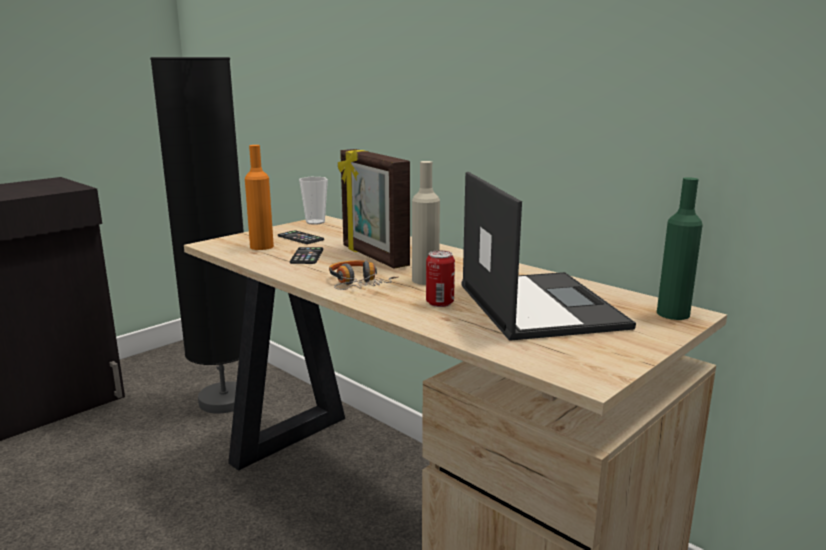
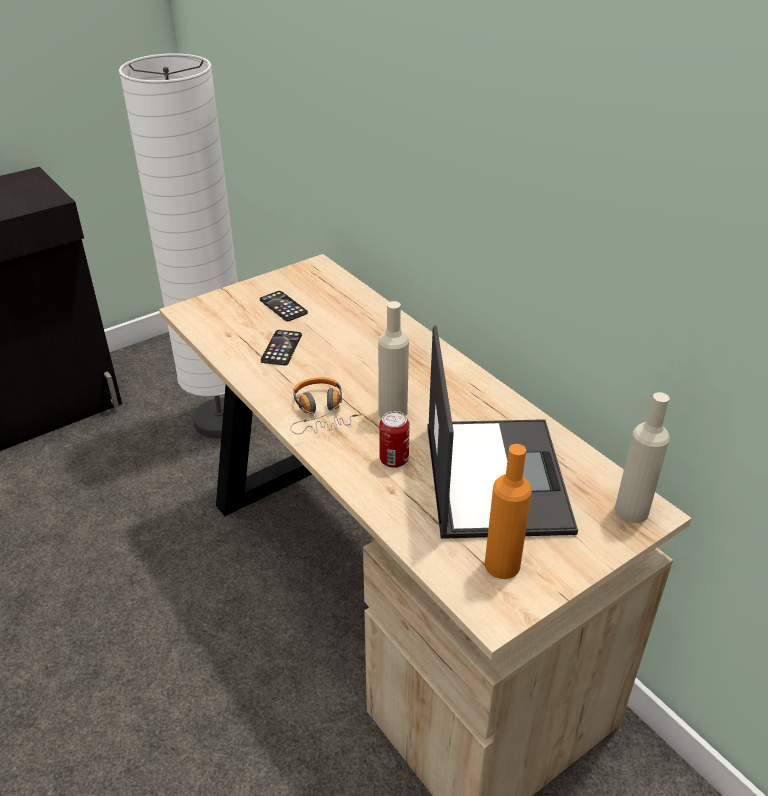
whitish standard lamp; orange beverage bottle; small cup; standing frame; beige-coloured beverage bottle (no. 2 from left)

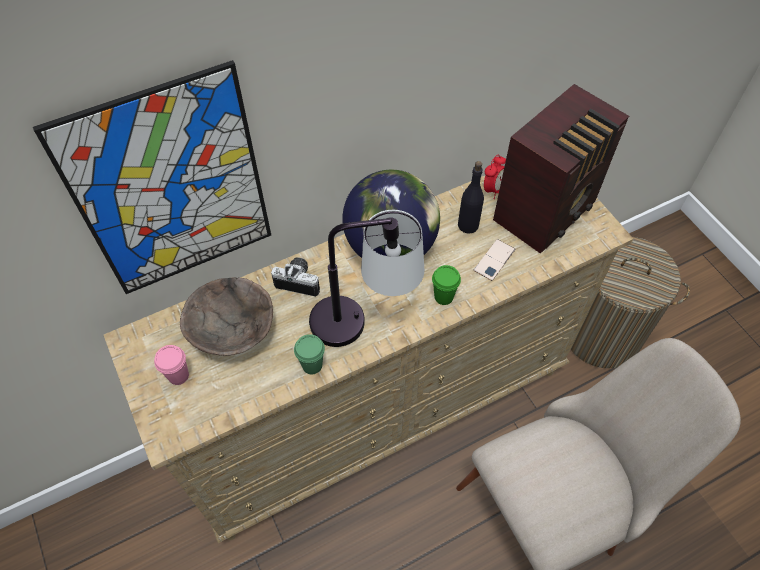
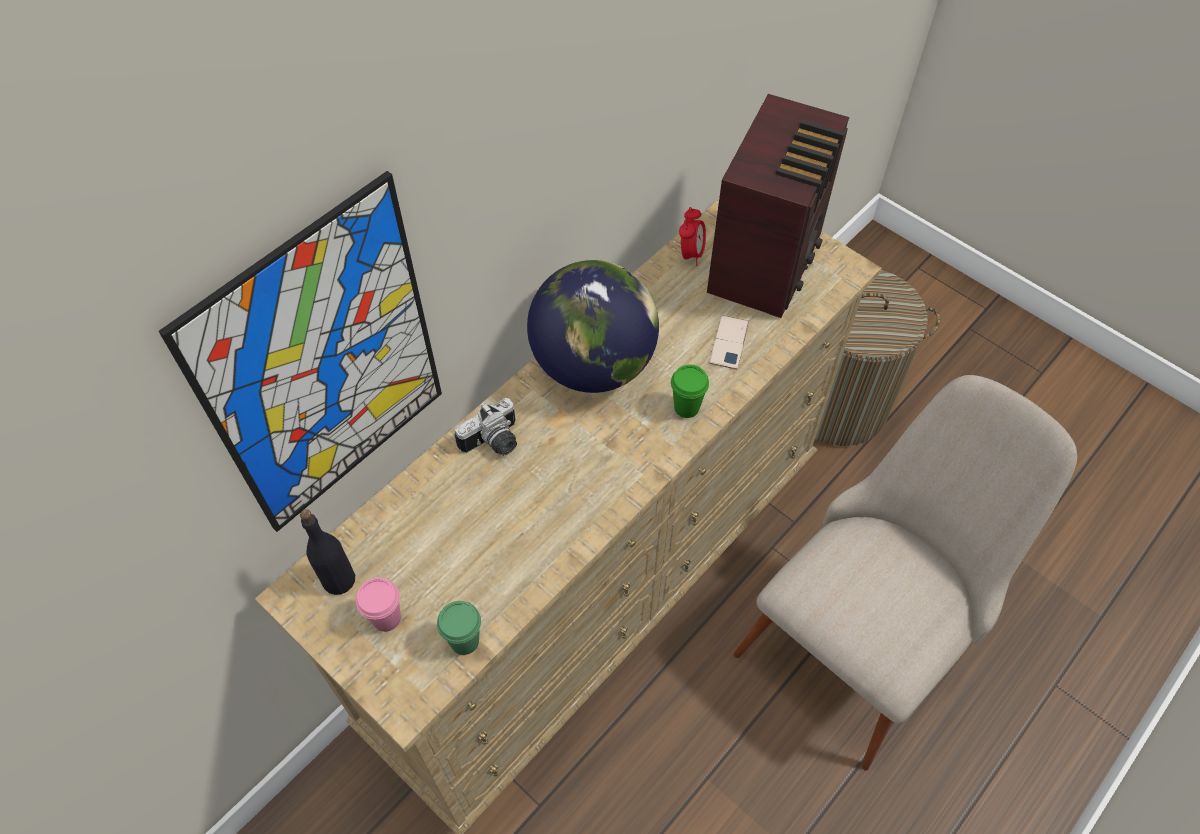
brownish serving bowl; still camera; greenish small cup (no. 1 from left); tabletop lamp; black beverage bottle

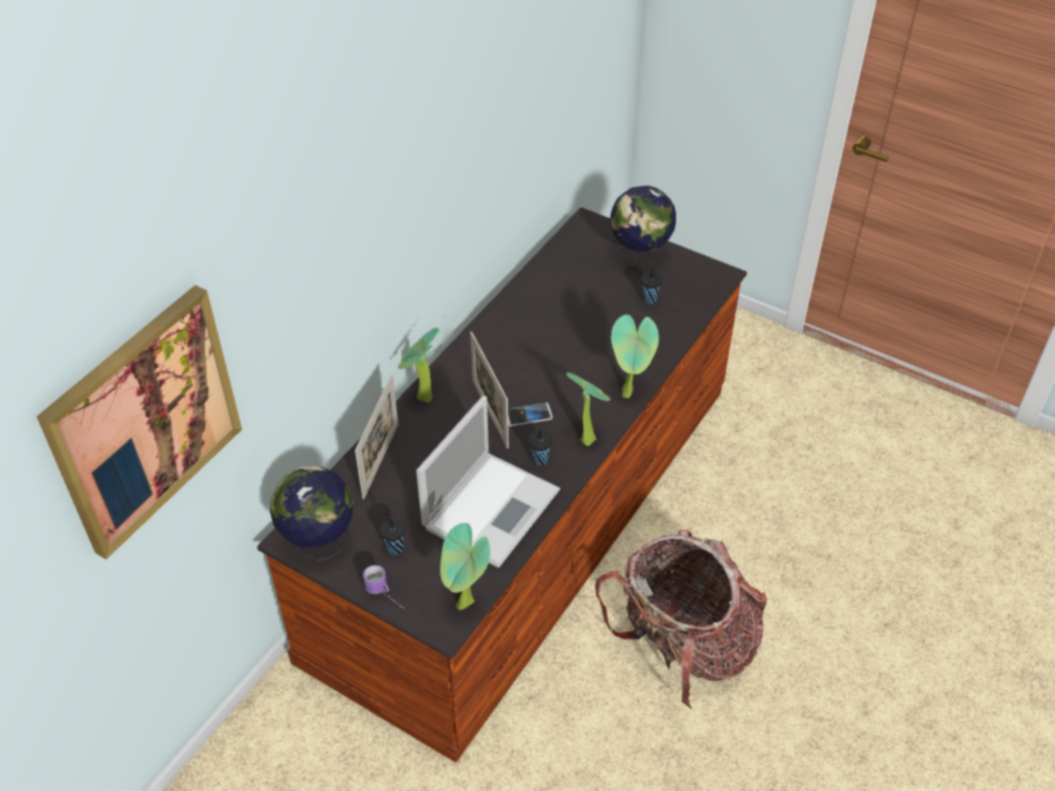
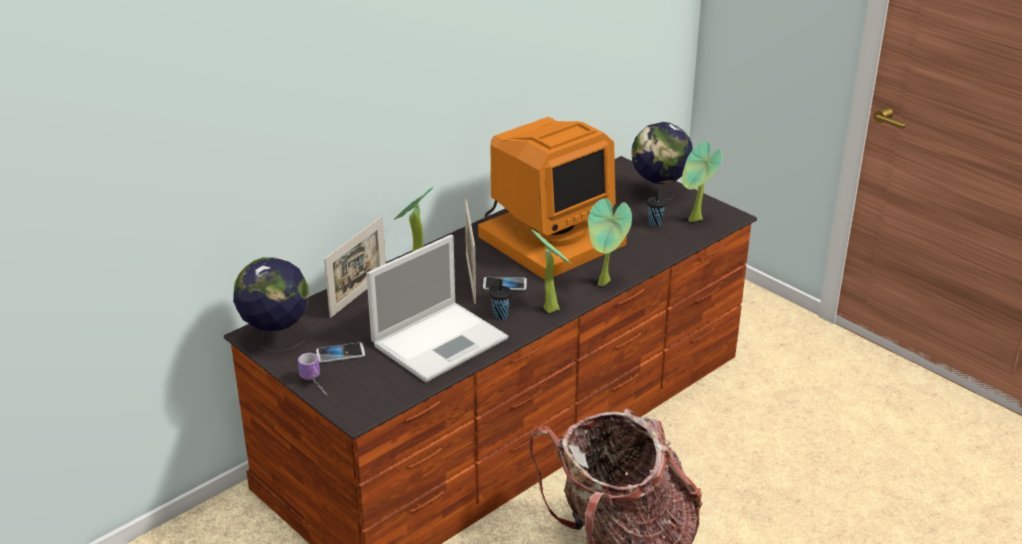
wall picture; telephone (no. 1 from left); plant in a pot (no. 4 from left); monitor

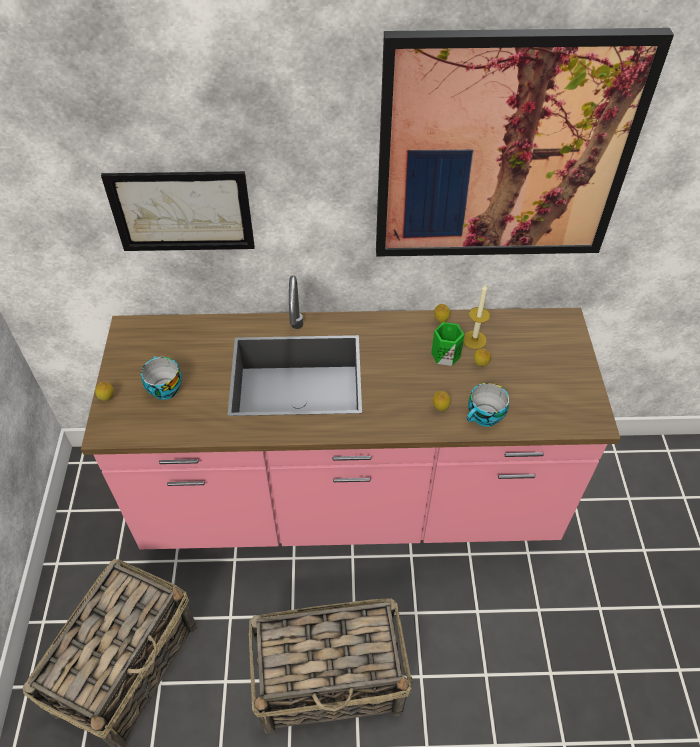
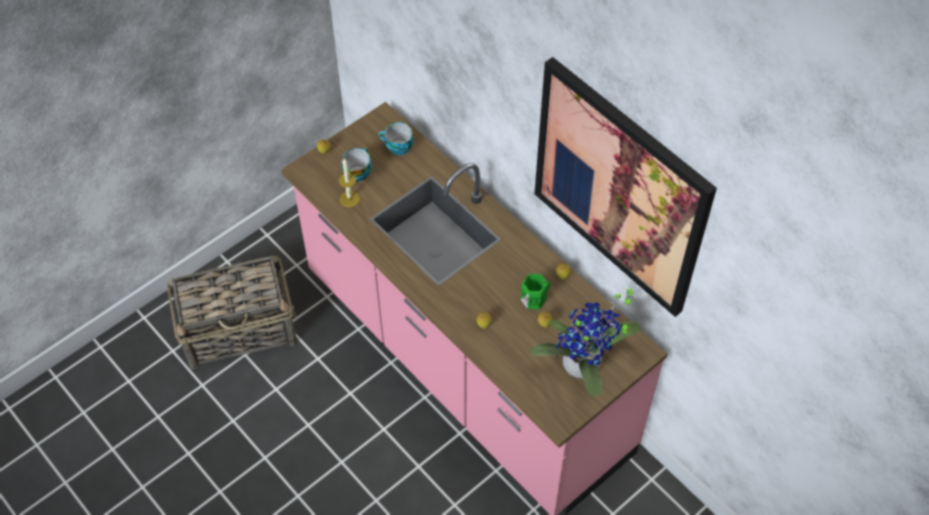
wall picture (no. 1 from left in the first image); storage basket (no. 2 from left in the first image); candle; small cup (no. 2 from left); plant in a pot

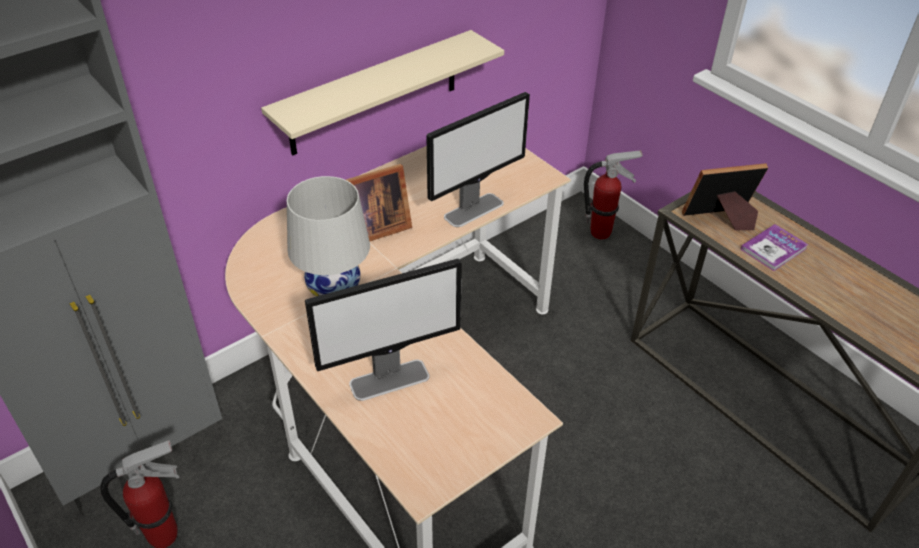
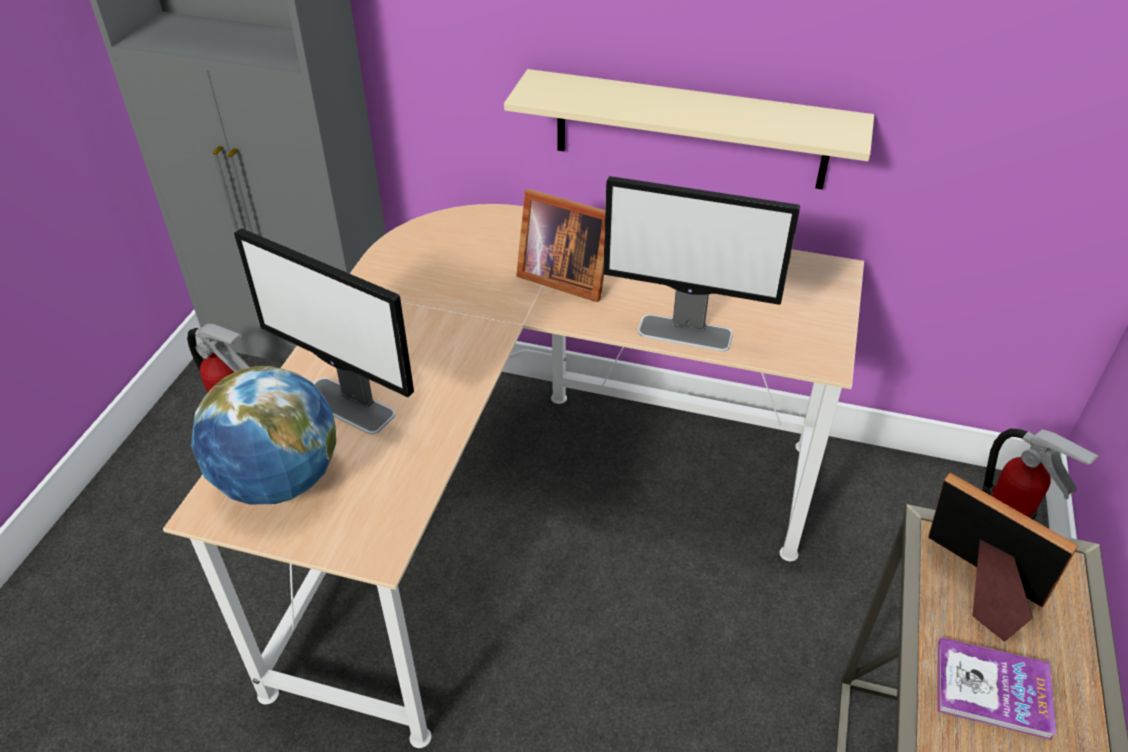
whitish tabletop lamp; world globe

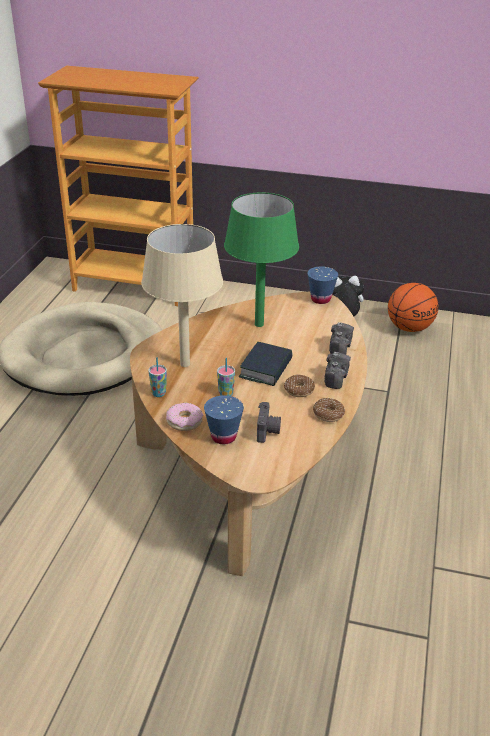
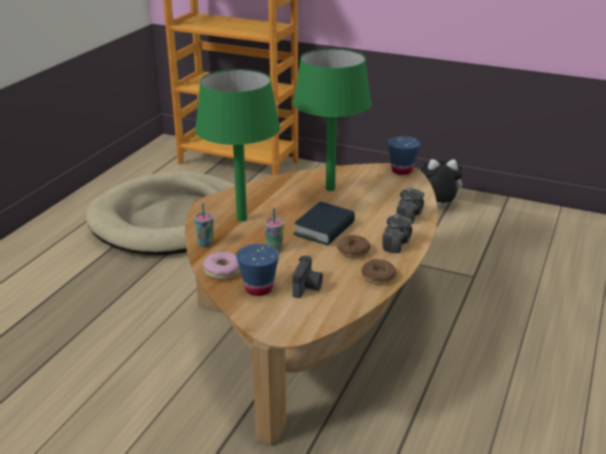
greenish tabletop lamp (no. 1 from left); basketball ball

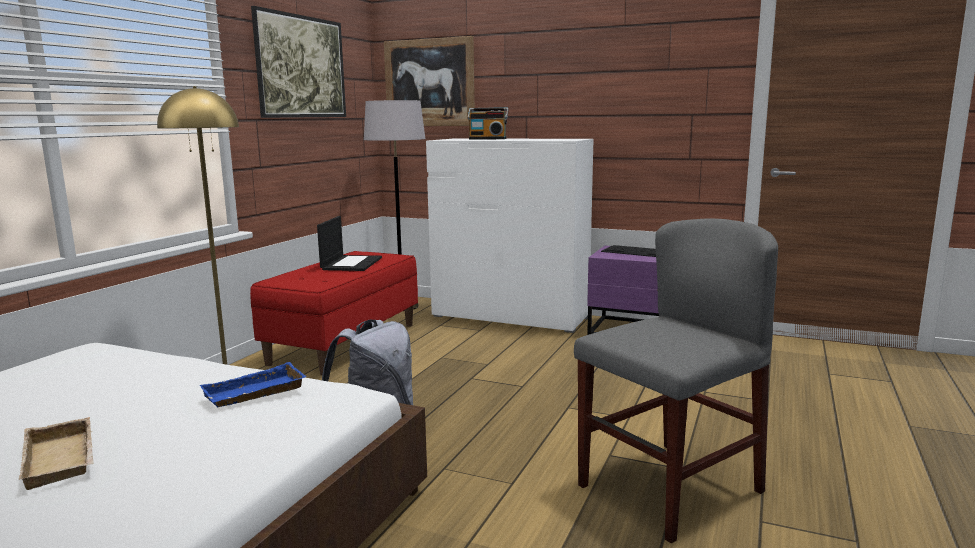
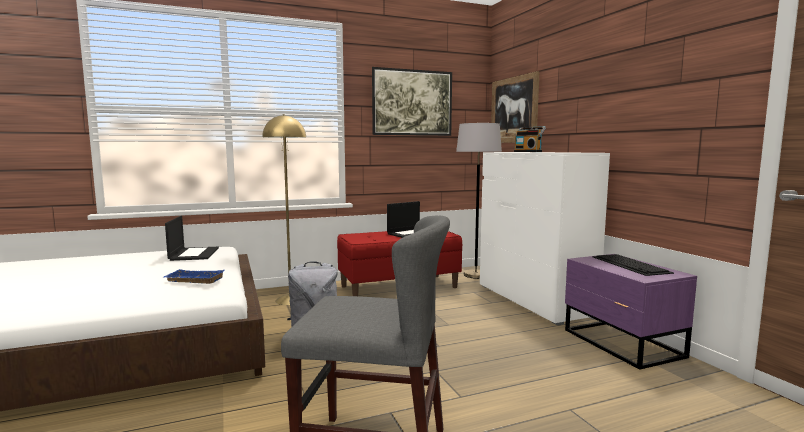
beige-coloured carrying tray; notebook computer (no. 1 from left)

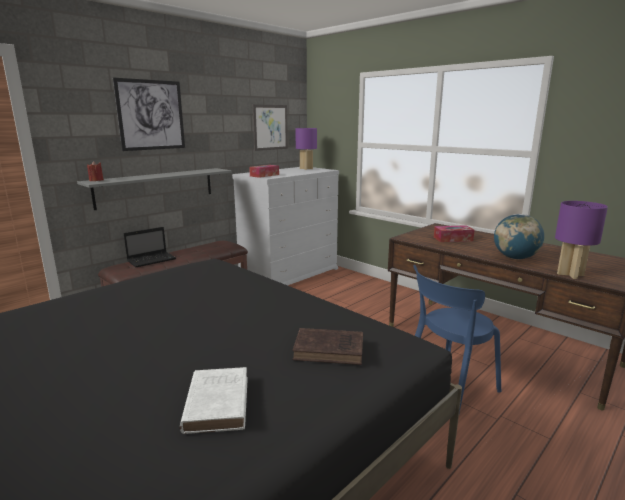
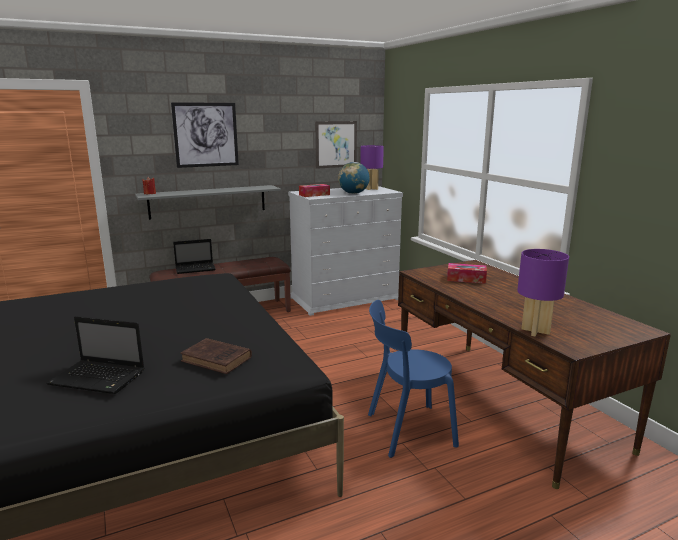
notebook computer (no. 1 from left); world globe

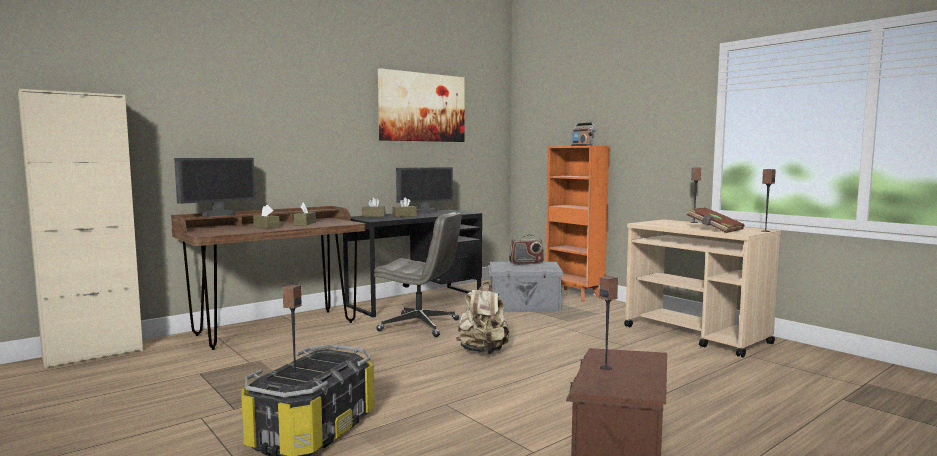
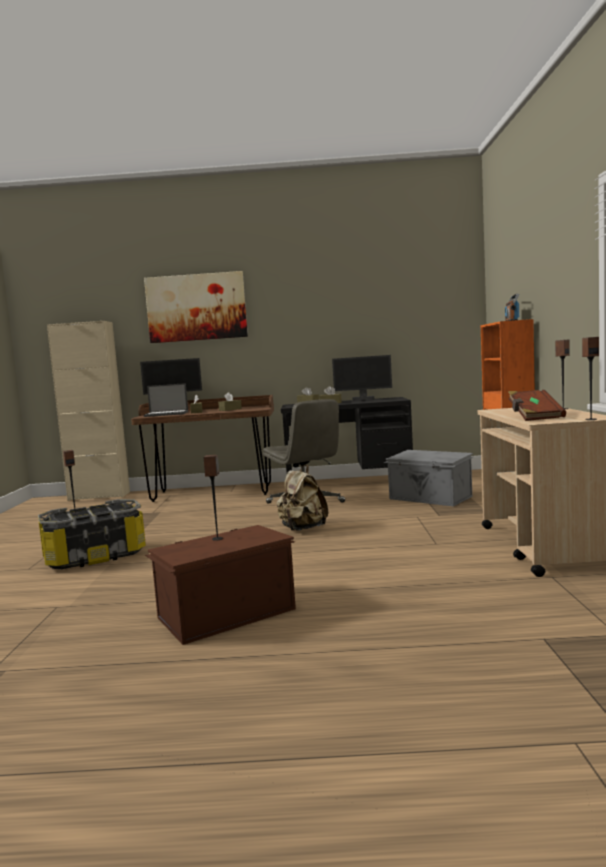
wall picture; radio set (no. 1 from left in the first image); notebook computer

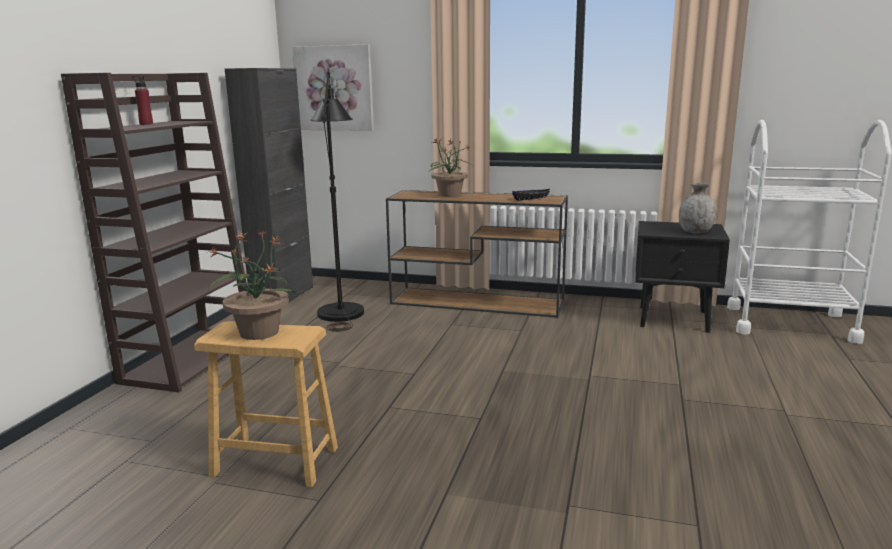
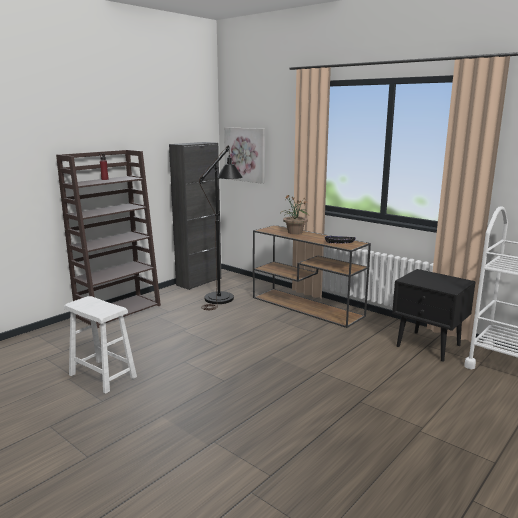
whitish stool; plant in a pot (no. 1 from left in the first image); gray vase

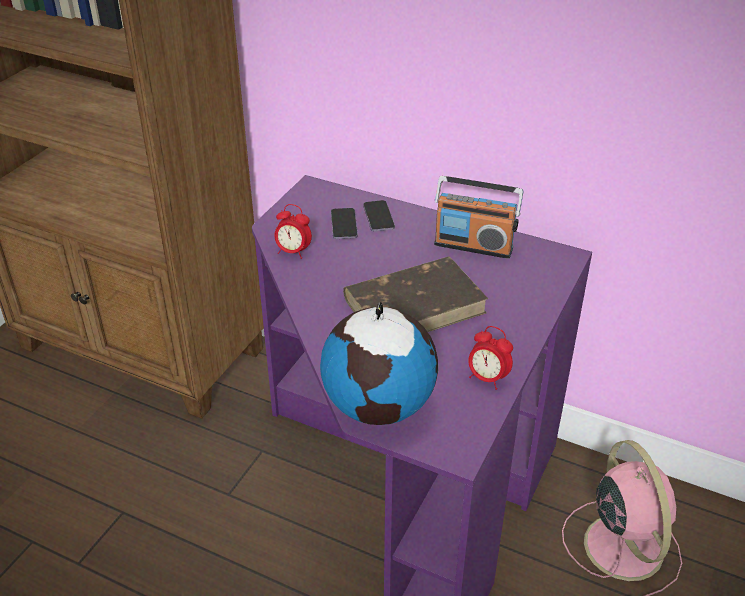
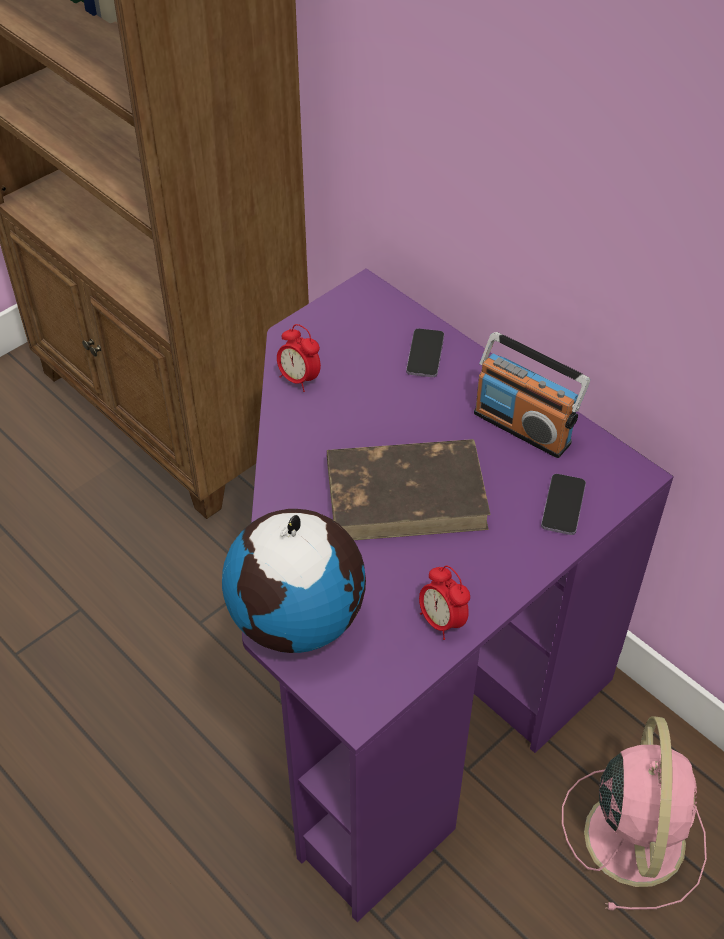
telephone (no. 2 from left)

